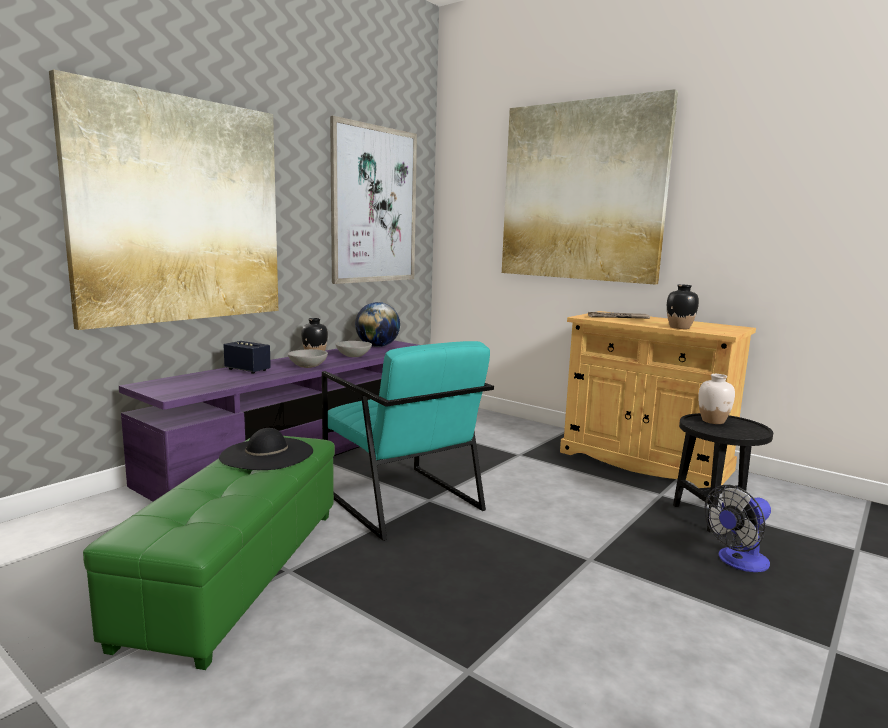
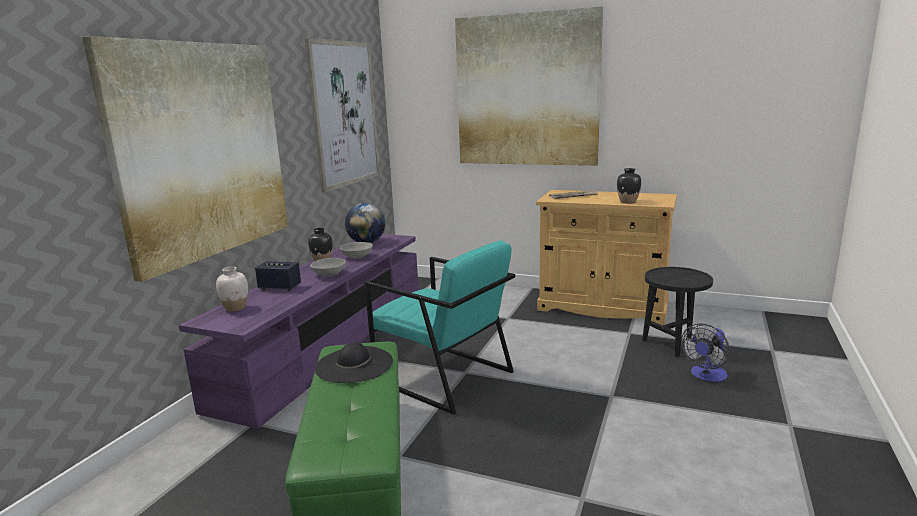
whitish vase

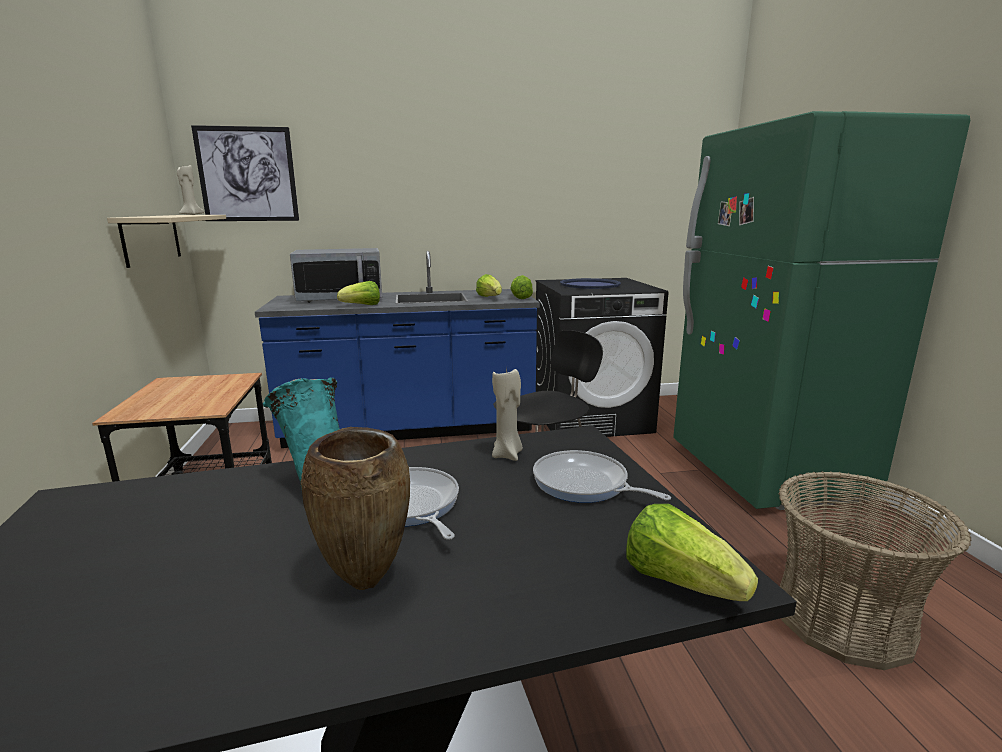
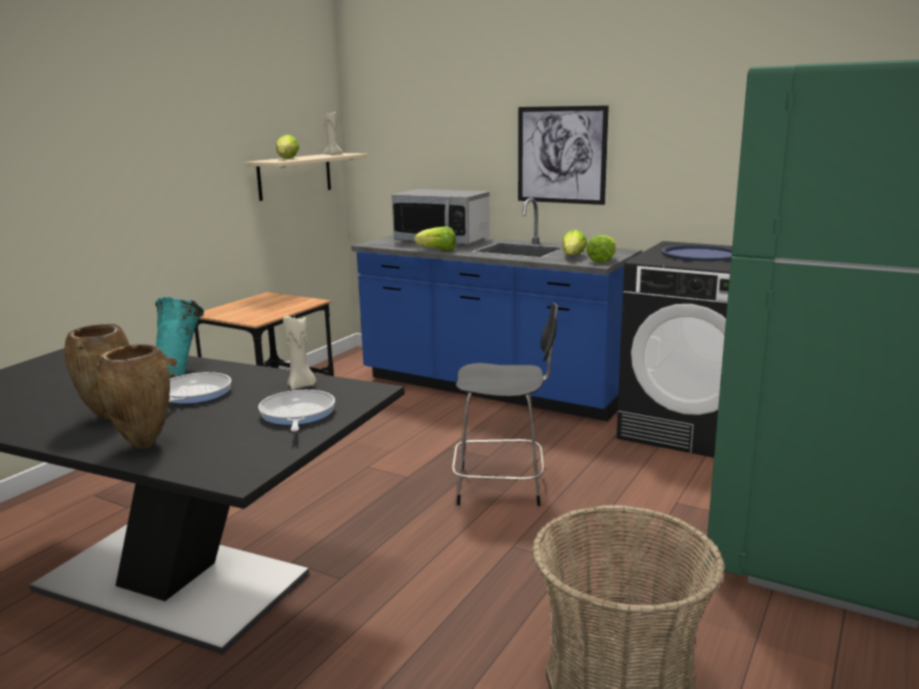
wall picture; lettuce (no. 1 from left); brownish vase (no. 2 from left)

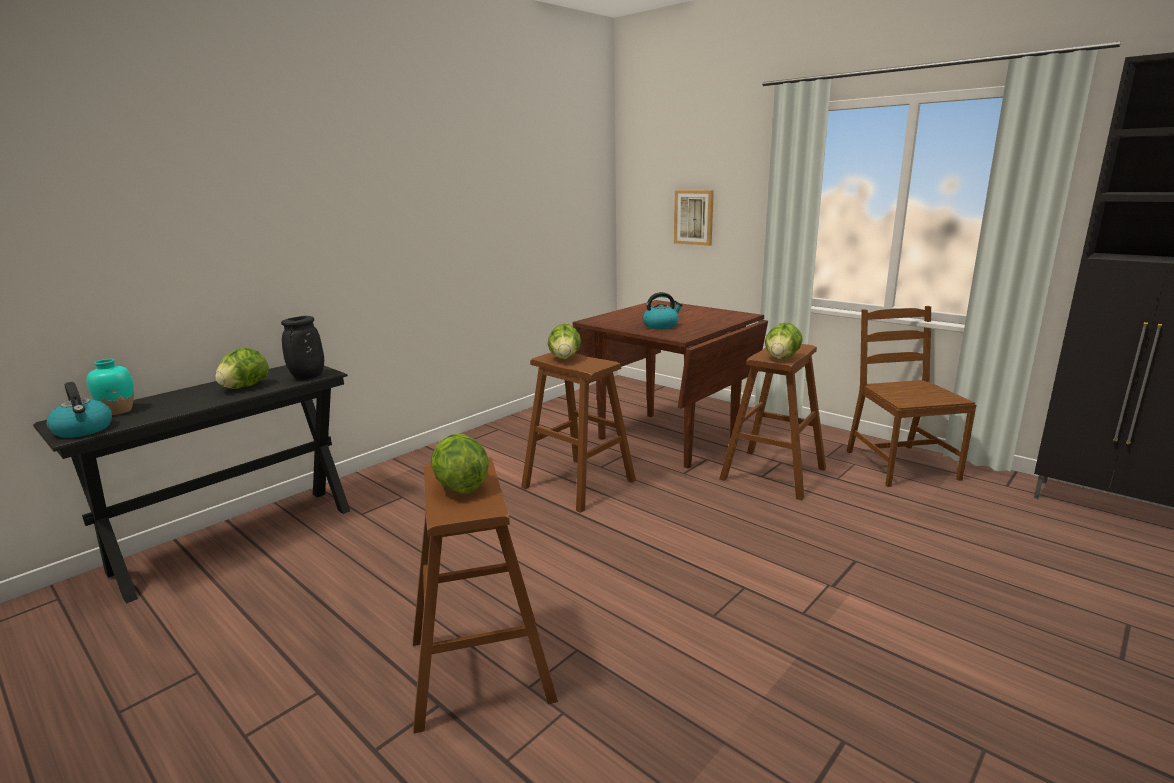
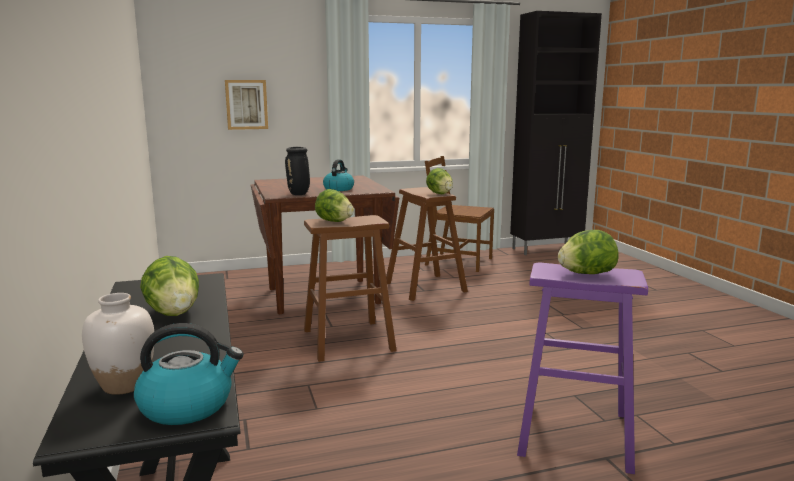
whitish vase; black vase; purplish stool

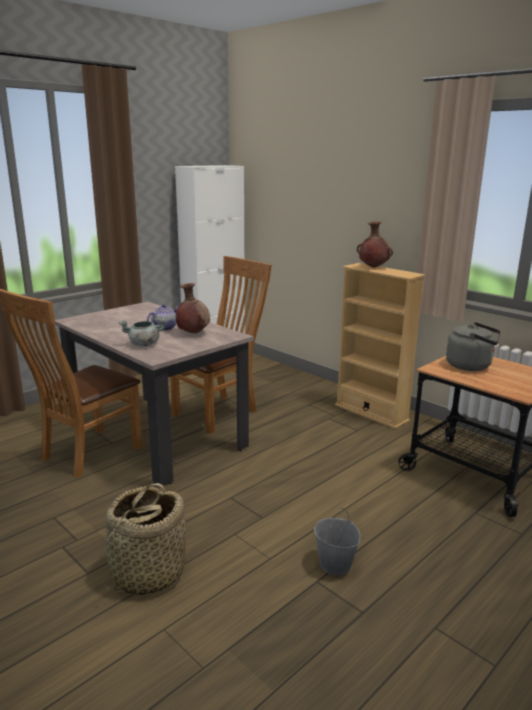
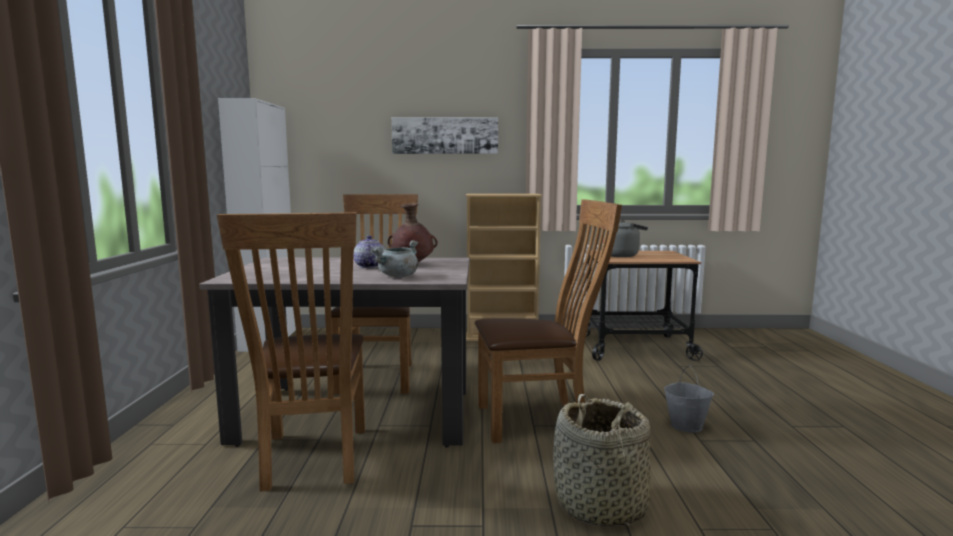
brownish vase (no. 2 from left in the first image); wall picture; brownish chair (no. 3 from left)

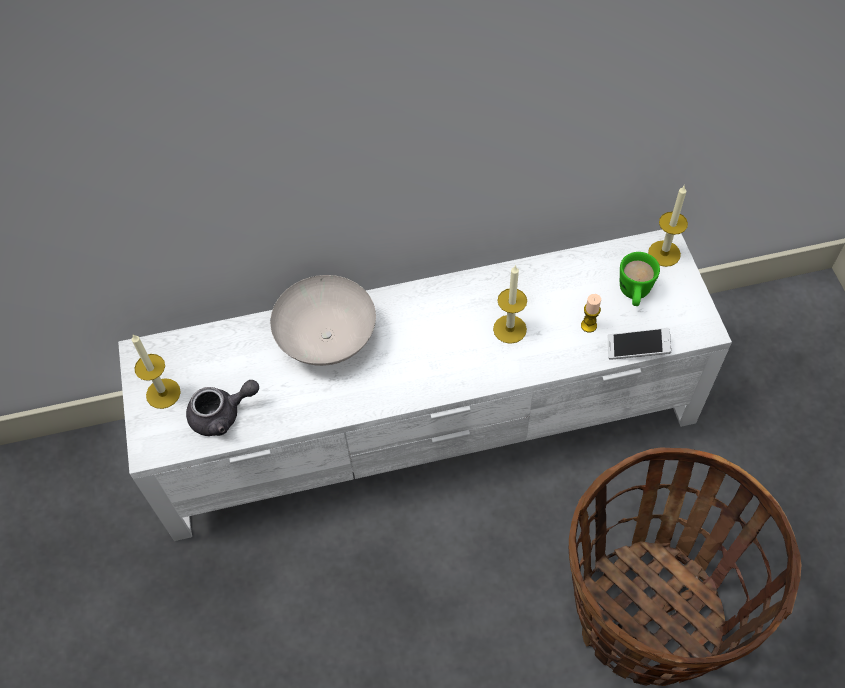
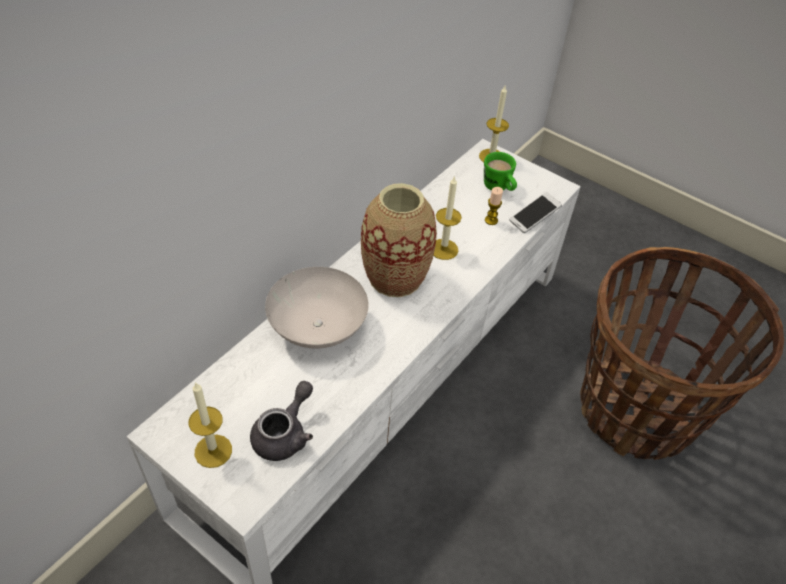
vase

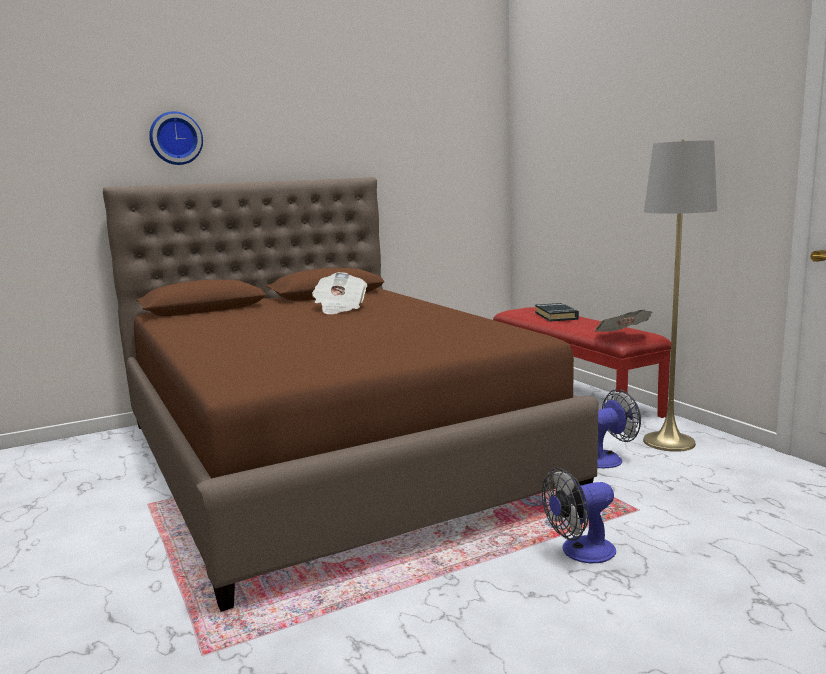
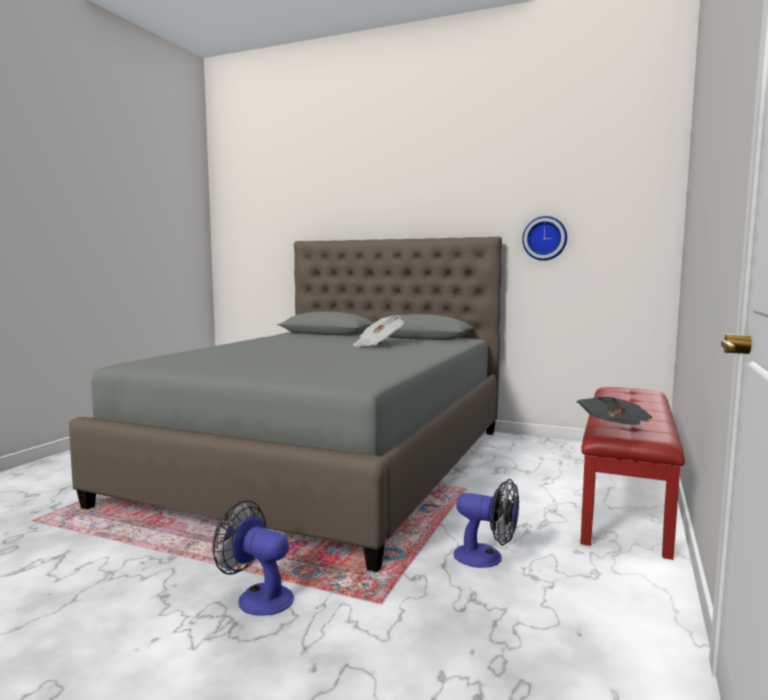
gray sleeping bed; wall clock; black bound book; gray standard lamp

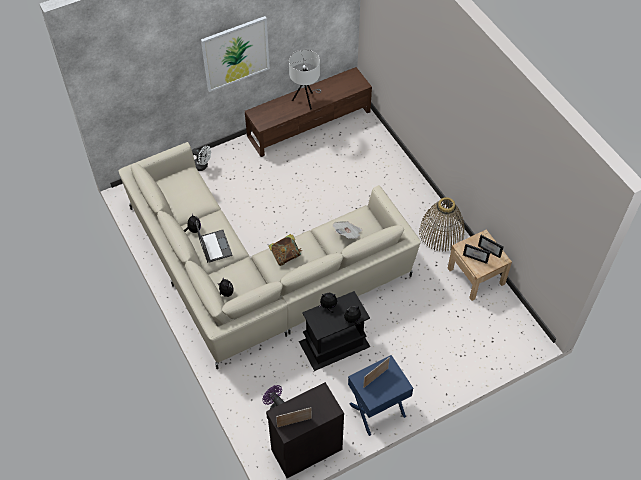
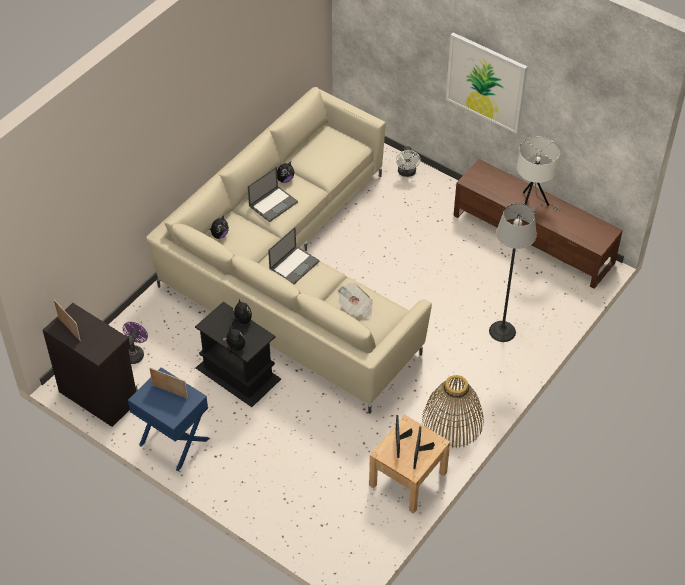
notebook computer (no. 2 from left); standard lamp

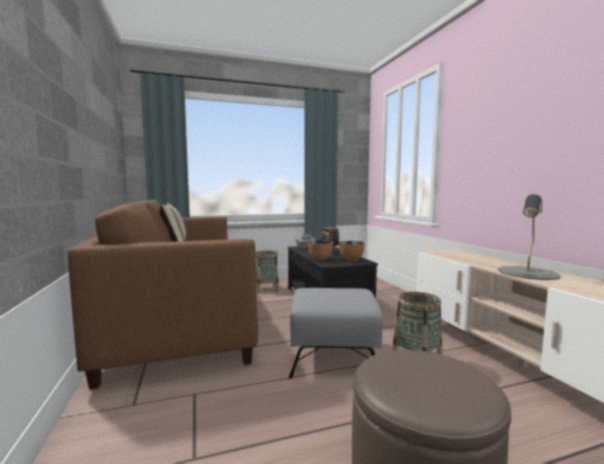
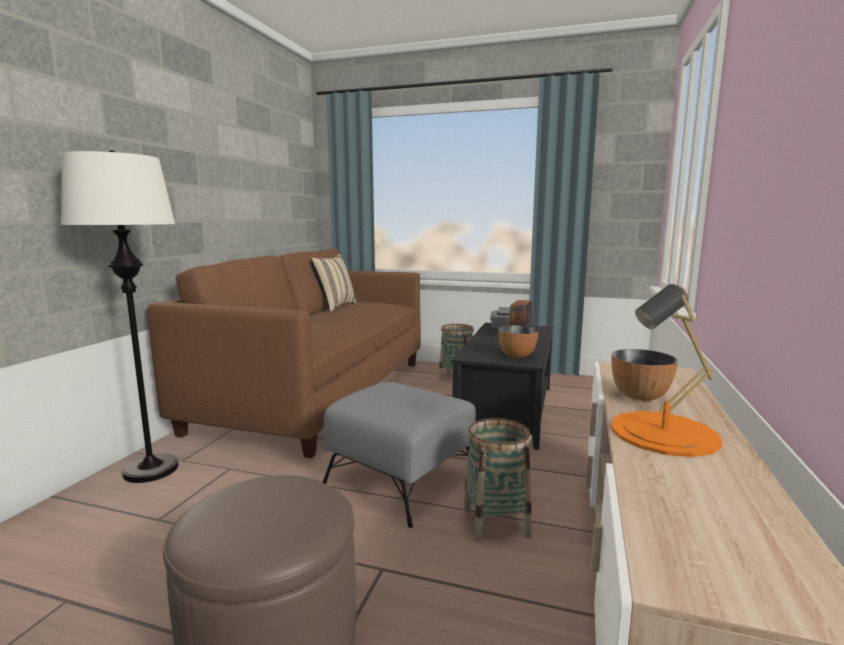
serving bowl (no. 2 from left); orange tabletop lamp; whitish standard lamp

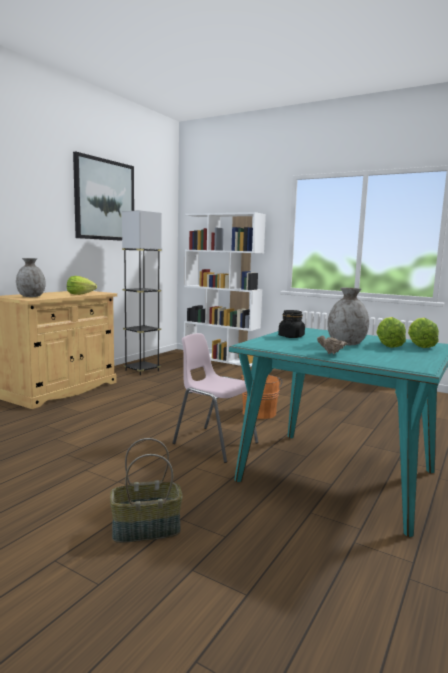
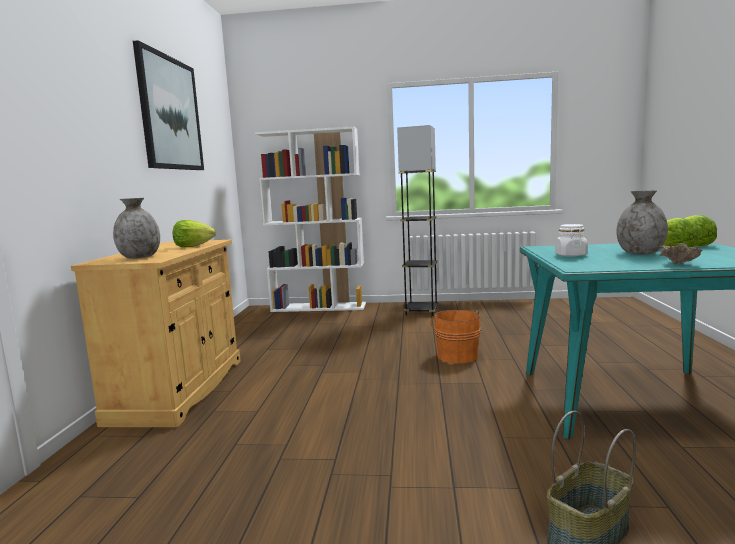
gray standard lamp; pink chair; whitish storage jar

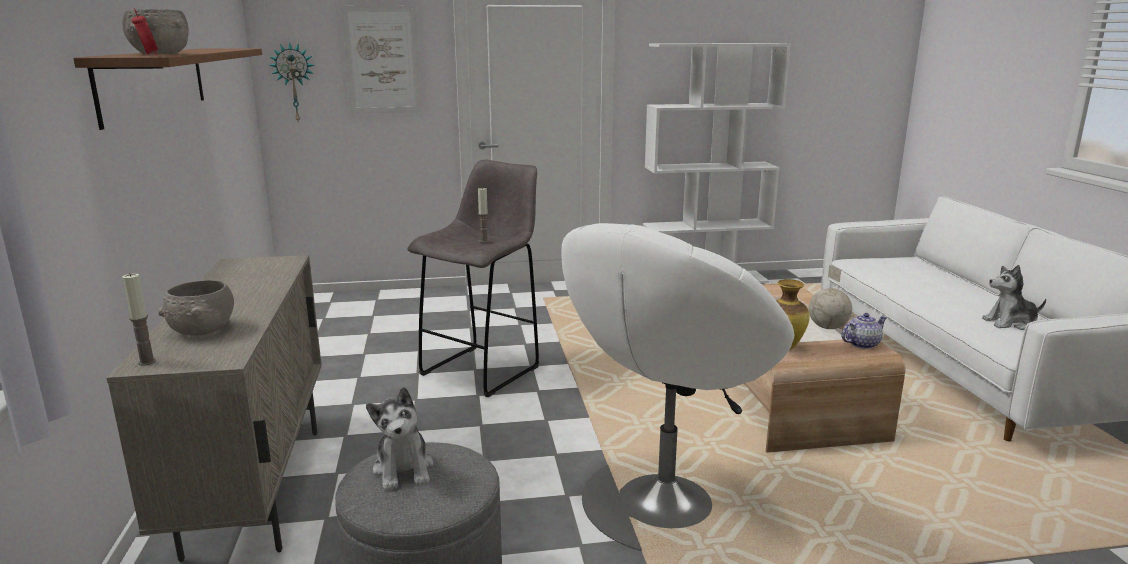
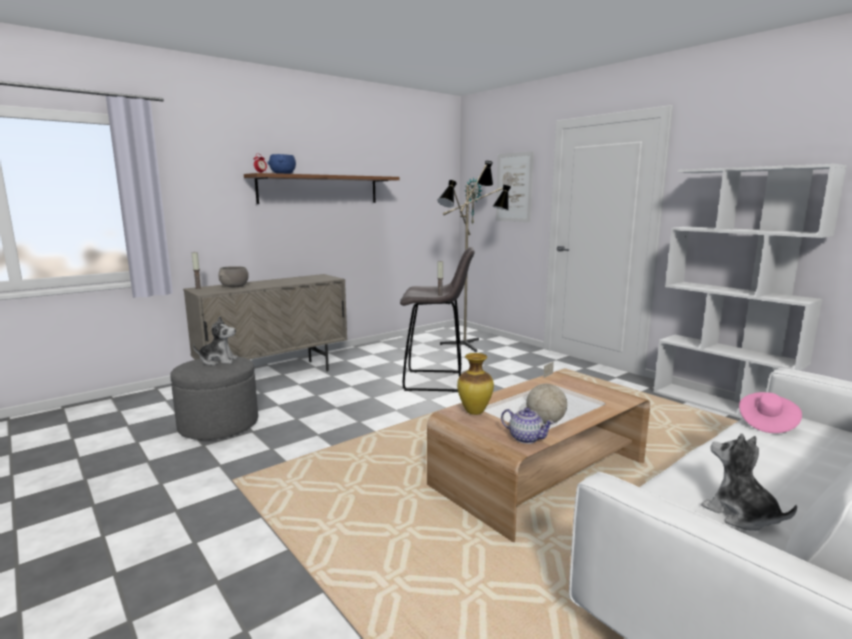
bluish serving bowl; plush toy (no. 1 from left); whitish easy chair; standard lamp; pink wearable hat

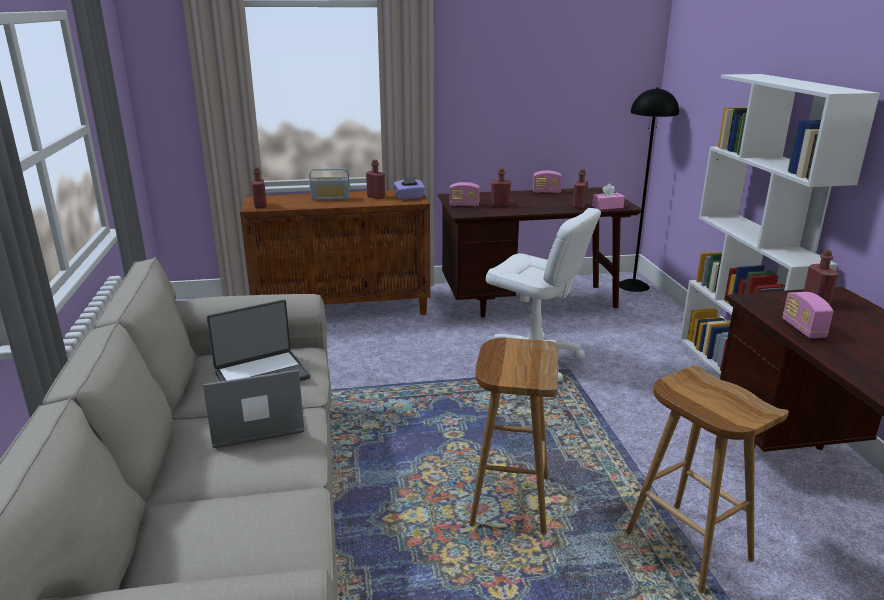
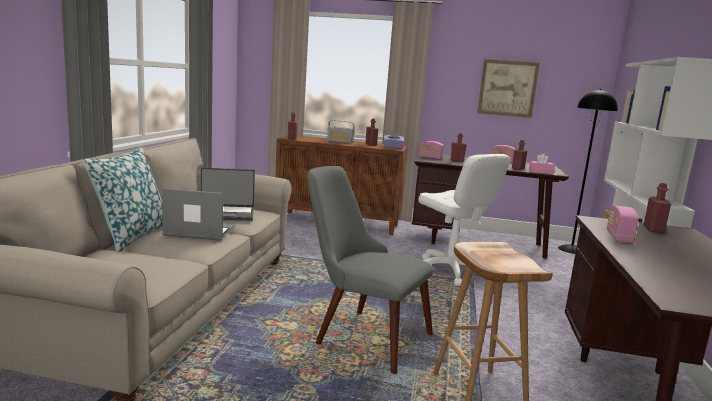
gray chair; cushion; wall picture

